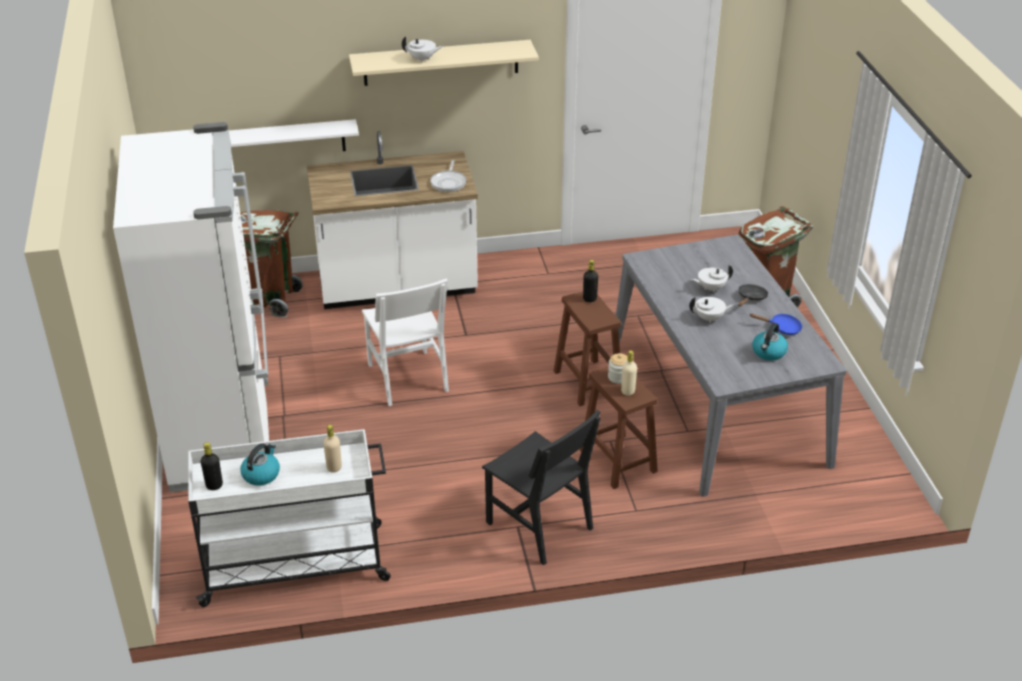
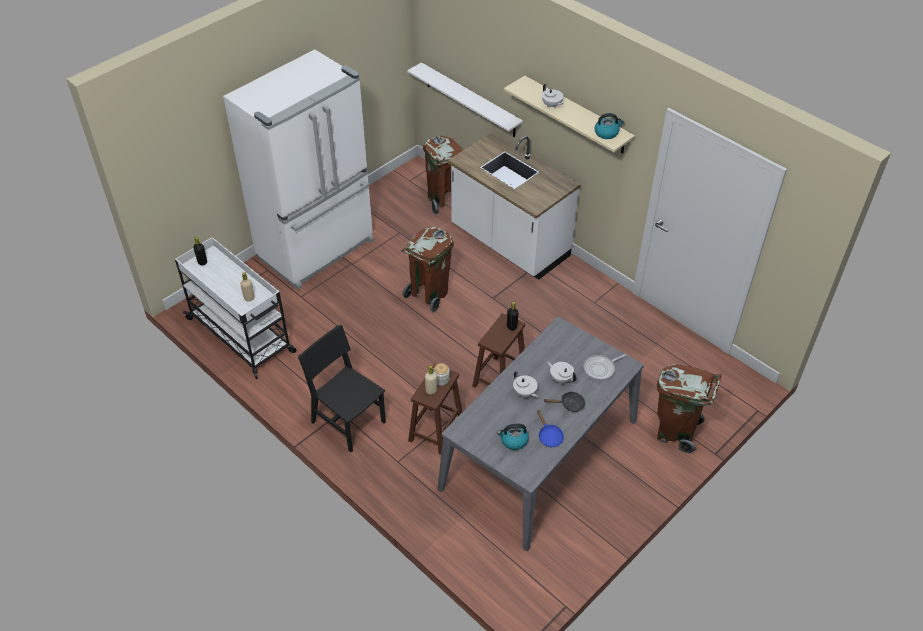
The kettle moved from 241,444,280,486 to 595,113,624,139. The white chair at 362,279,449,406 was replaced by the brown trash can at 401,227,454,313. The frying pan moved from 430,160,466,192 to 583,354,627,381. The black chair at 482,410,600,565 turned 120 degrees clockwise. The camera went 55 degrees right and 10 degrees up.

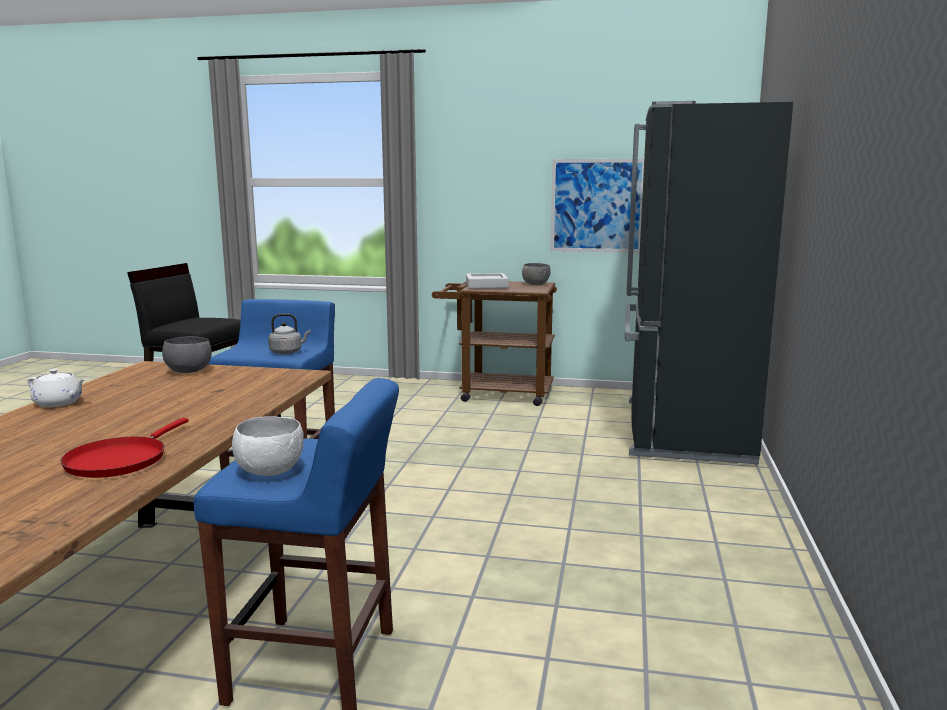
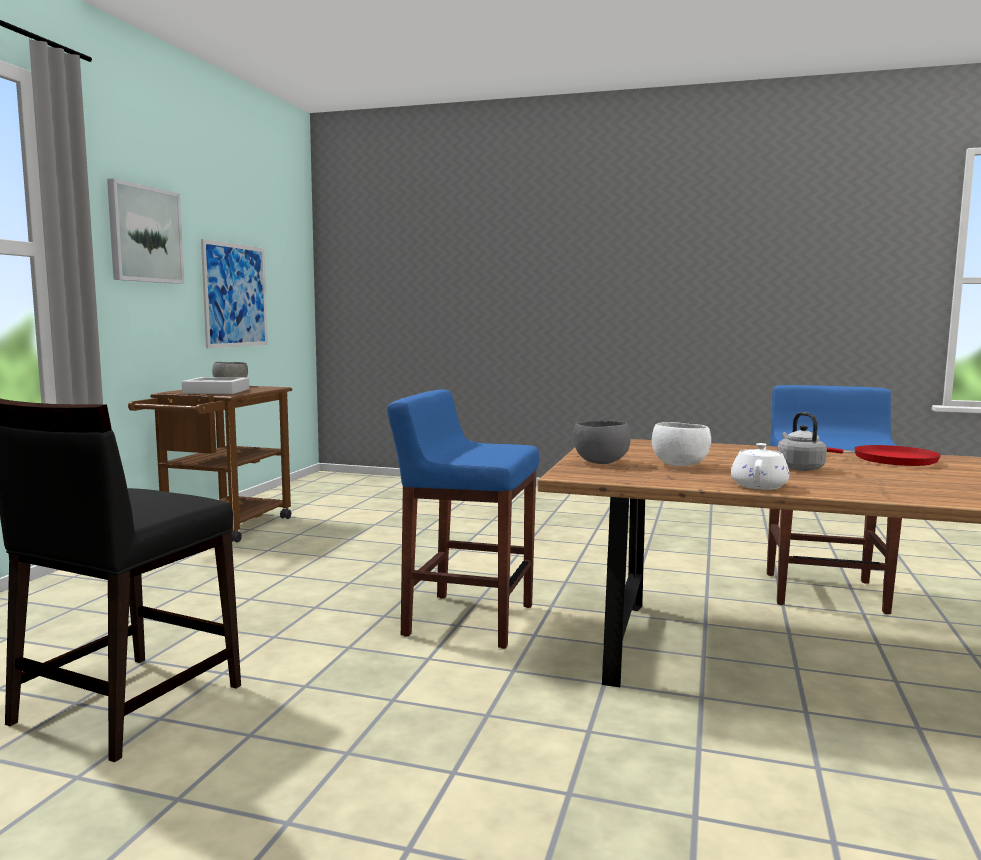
The white bowl moved from 232,416,304,476 to 652,422,711,466. The grey kettle moved from 268,314,311,354 to 777,412,827,471. The black fridge at 625,101,793,464 disappeared. The picture at 107,178,184,284 appeared. The camera went 85 degrees left and 5 degrees down.

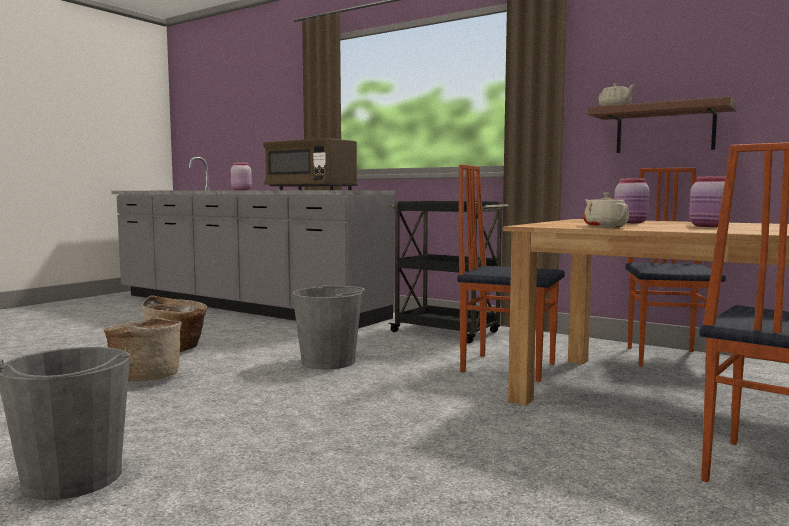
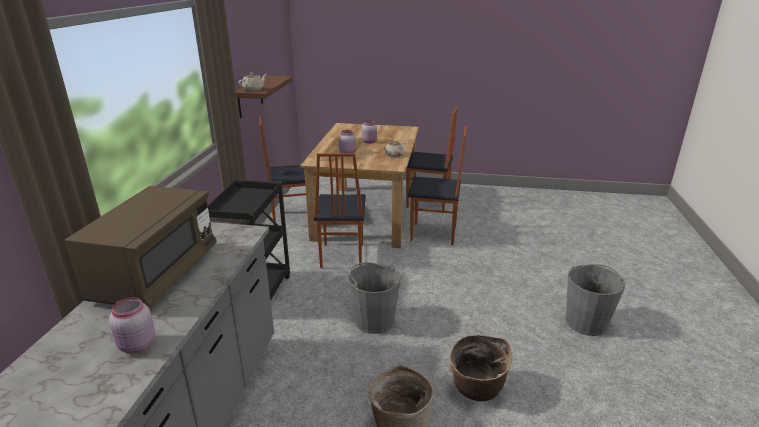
The chair at 407,126,467,245 appeared. The camera went 115 degrees left and 20 degrees up.

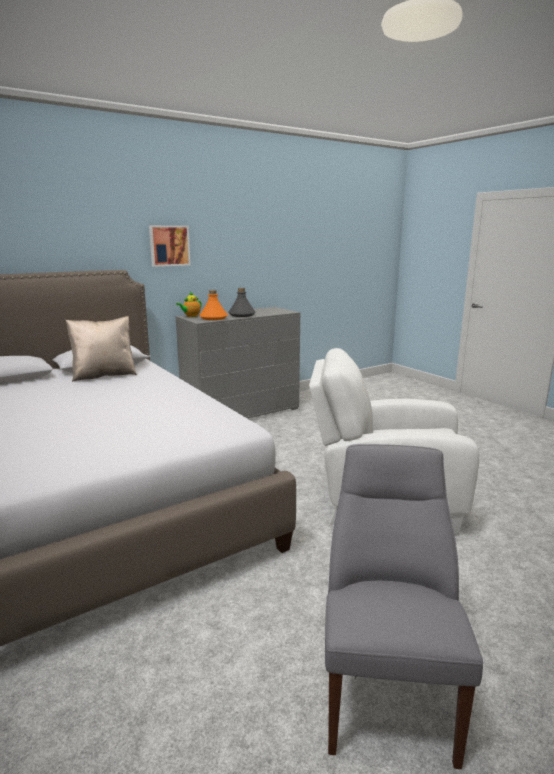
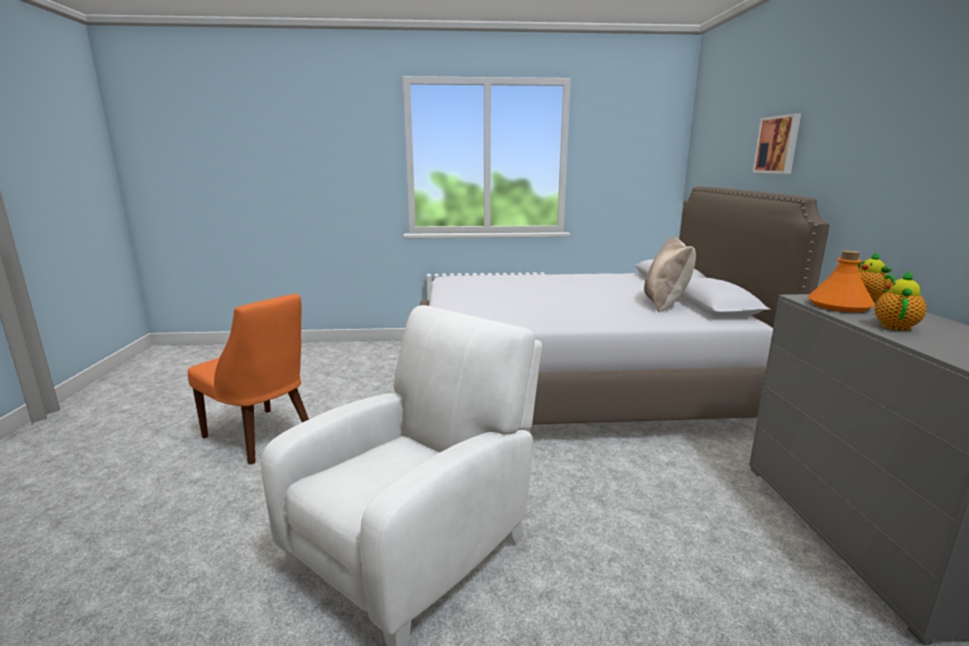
The picture moved from 149,225,191,267 to 753,114,801,174. The grey bottle at 228,288,256,317 was replaced by the teapot at 875,270,926,331. The grey chair at 325,444,483,769 became the orange chair at 187,294,309,465. The camera went 120 degrees right and 0 degrees up.

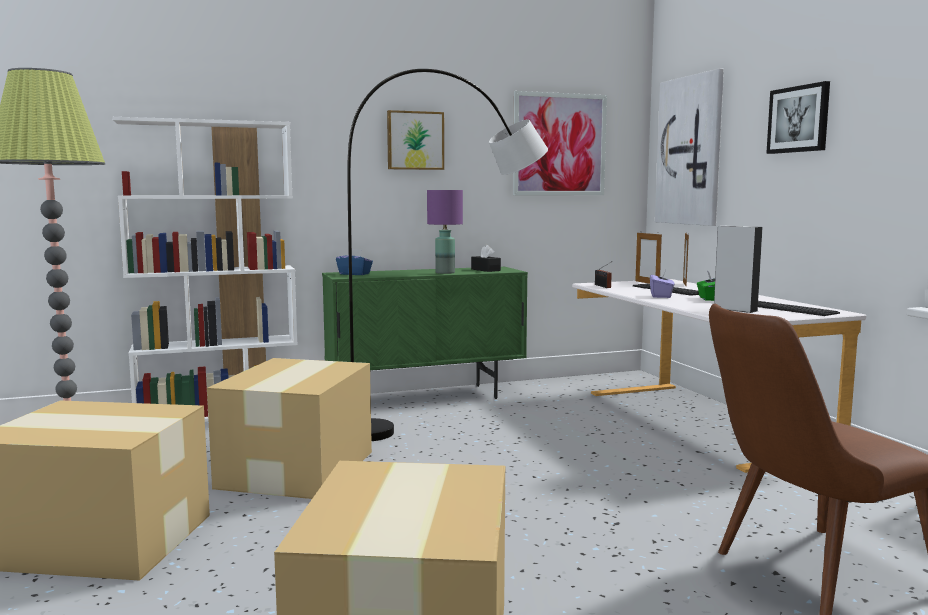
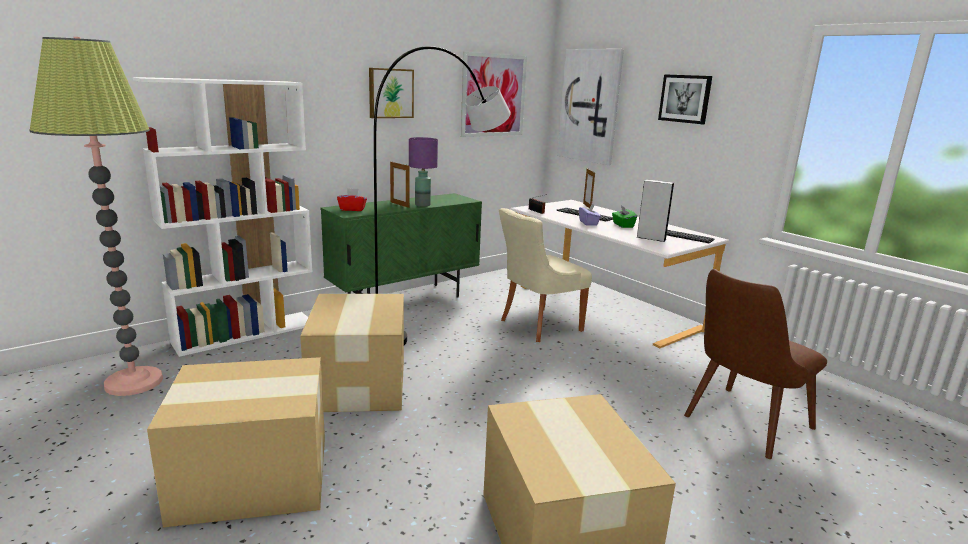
The blue tissue box at 336,249,373,275 became the red tissue box at 337,188,367,211. The black tissue box at 471,245,501,272 disappeared. The picture frame moved from 635,231,662,284 to 390,162,410,208. The beige chair at 499,208,592,342 appeared. The camera went 20 degrees left and 10 degrees up.

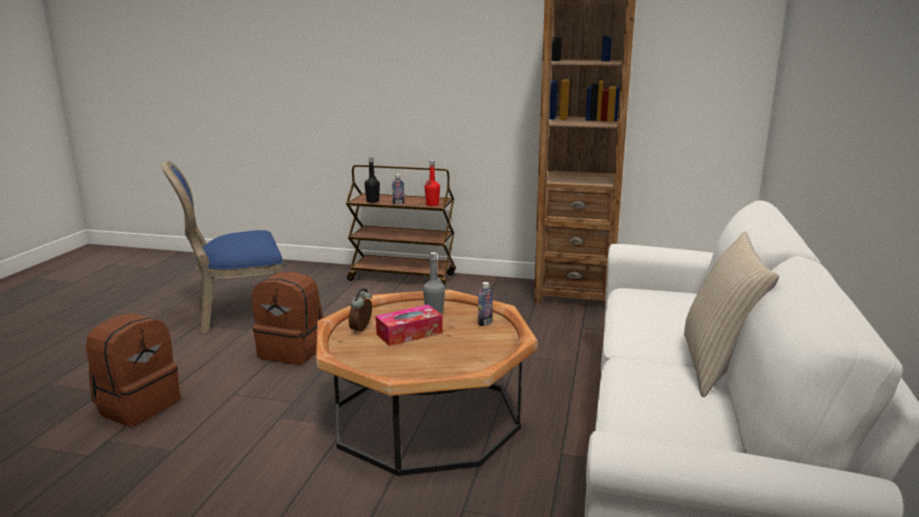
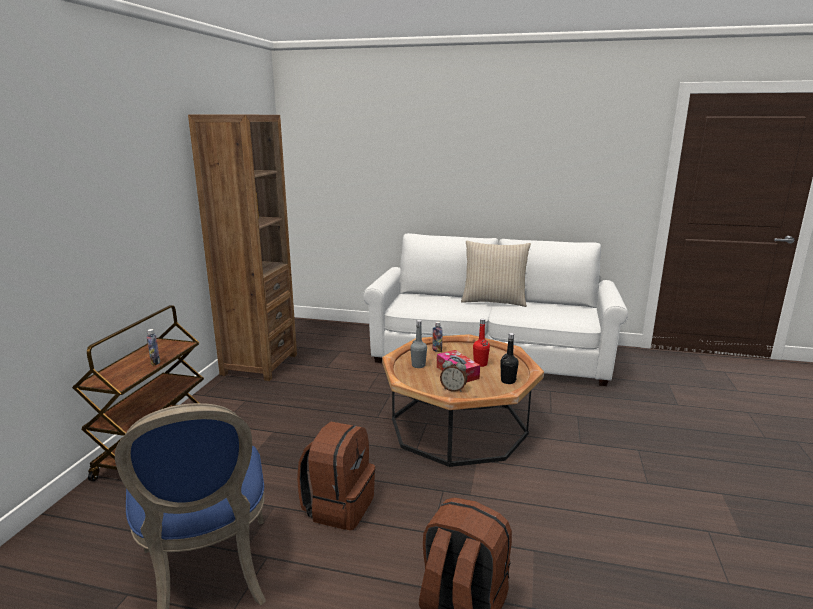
The black bottle moved from 364,158,380,203 to 500,333,519,384. The red bottle moved from 425,160,440,206 to 473,319,490,367. The camera went 90 degrees left and 0 degrees up.

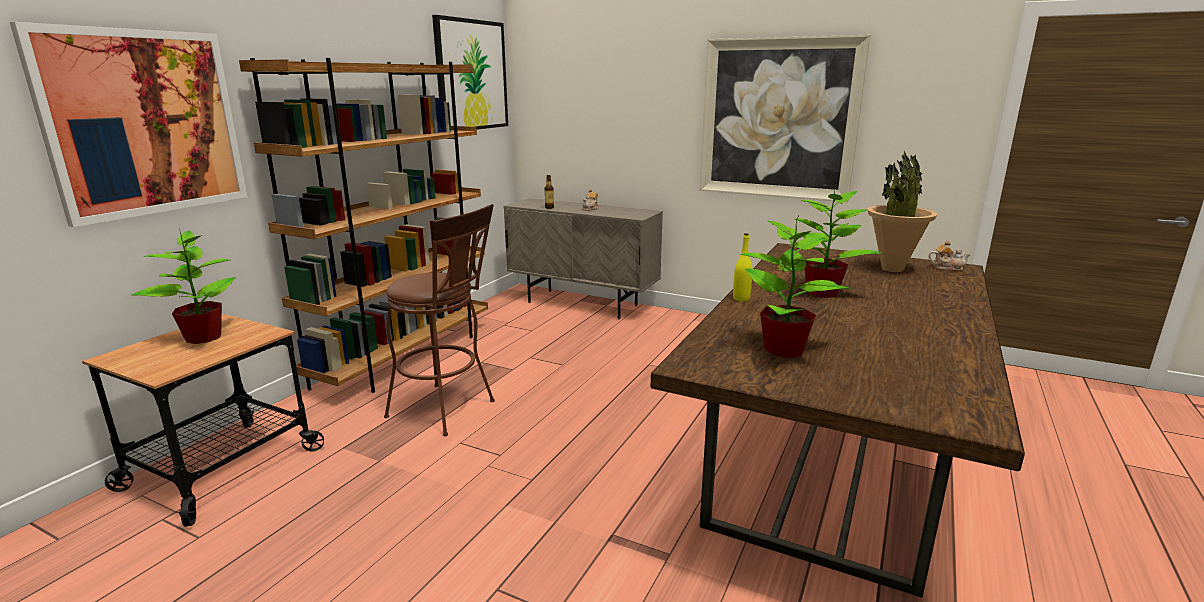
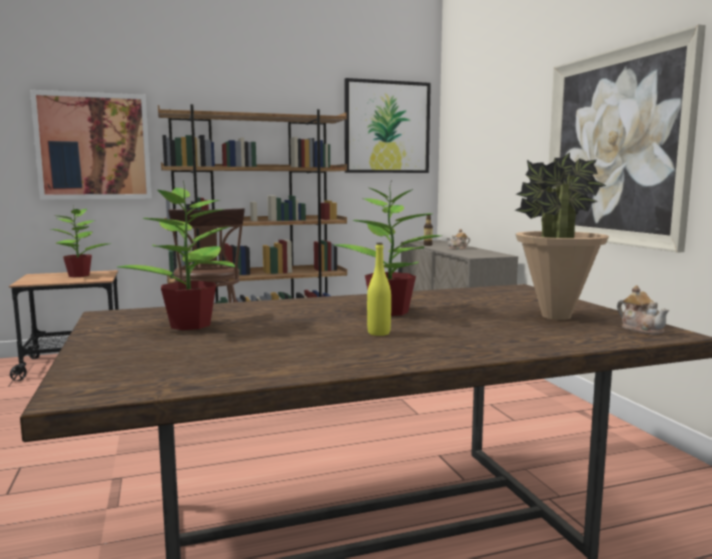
The yellow bottle moved from 733,233,752,301 to 367,243,391,336. The camera went 45 degrees right and 10 degrees down.

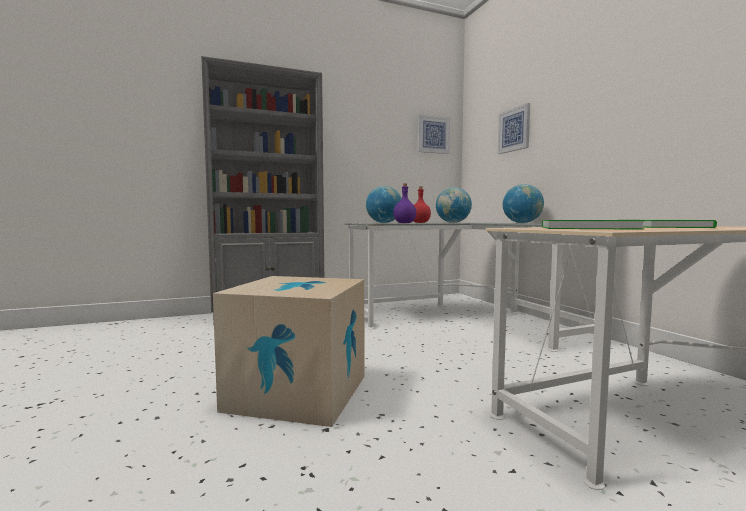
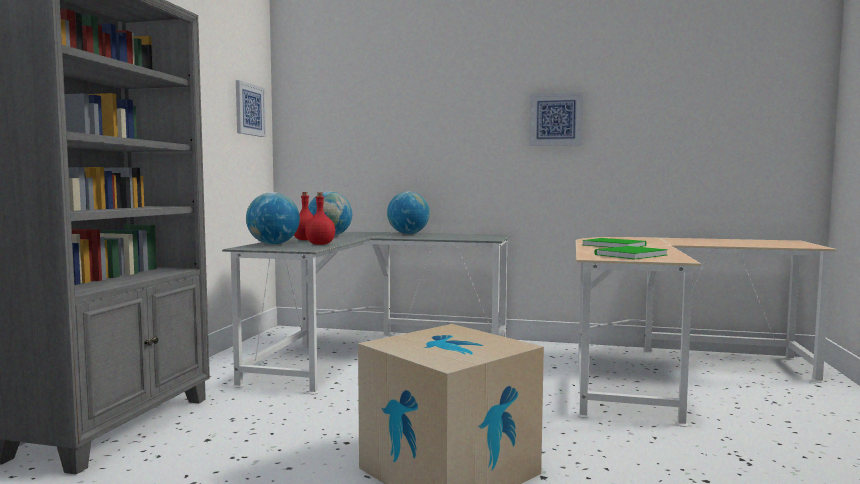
The purple bottle at 393,183,416,223 became the red bottle at 305,192,335,245. The picture moved from 498,103,530,154 to 529,92,583,146. The camera went 55 degrees left and 0 degrees up.

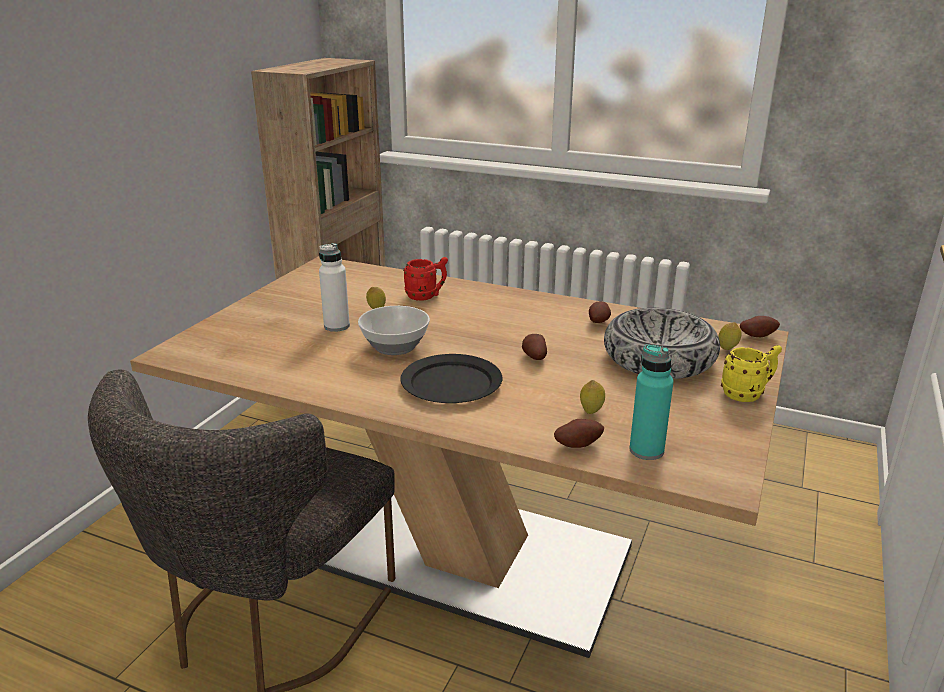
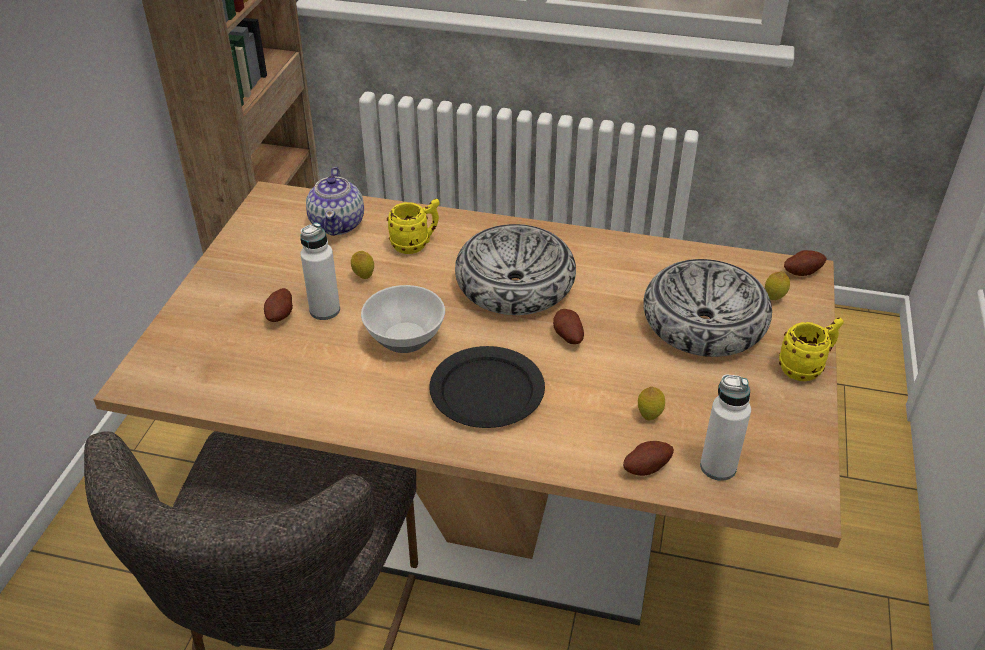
The red mug at 403,257,448,301 became the yellow mug at 387,199,440,254. The potato moved from 589,301,611,323 to 264,288,293,322. The turquoise bottle at 629,344,673,460 became the white bottle at 700,375,751,481. The teapot at 306,167,364,236 appeared. The bowl at 455,224,576,315 appeared. The camera went 10 degrees left and 15 degrees up.

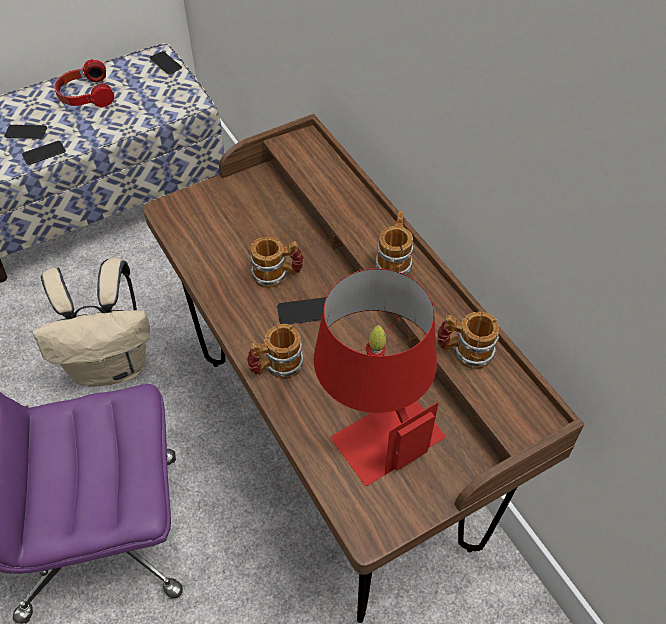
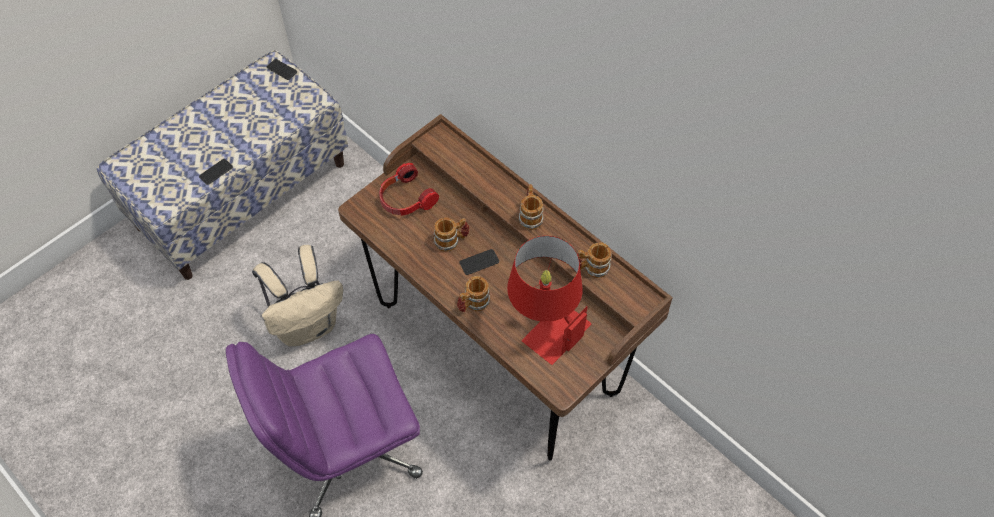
The phone at 5,125,47,139 disappeared. The headphones moved from 54,59,114,108 to 379,163,439,216. The camera went 15 degrees left and 5 degrees up.

